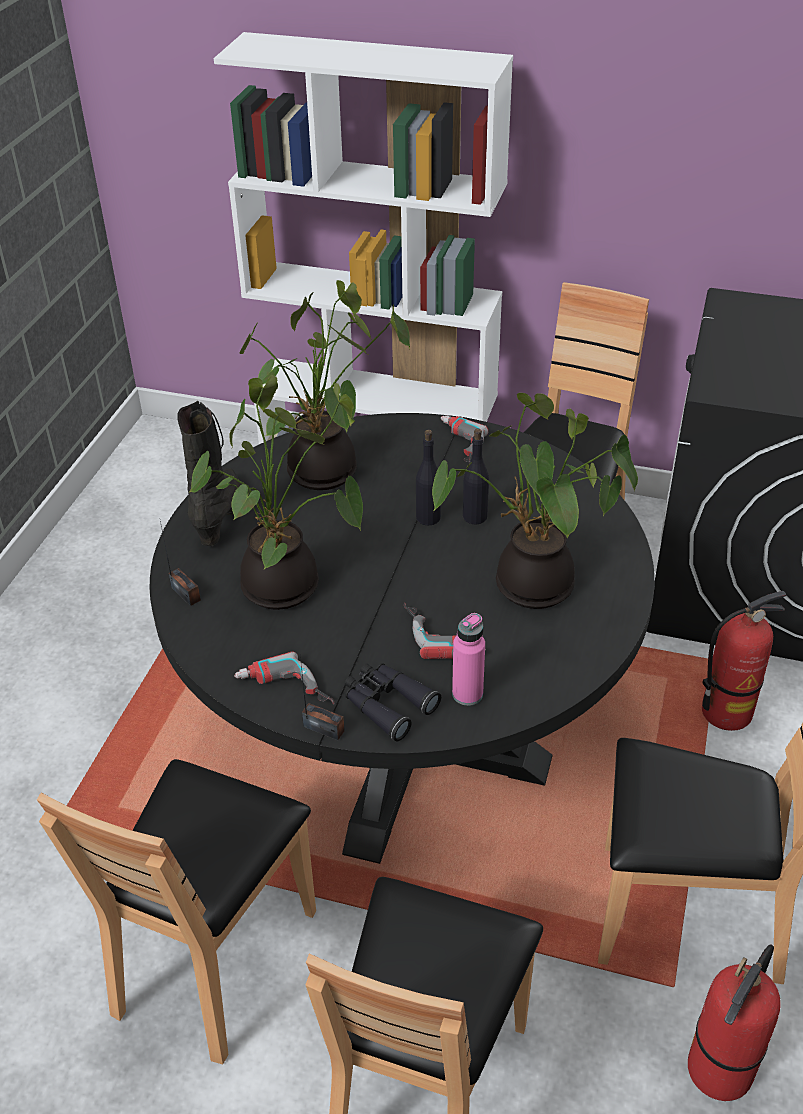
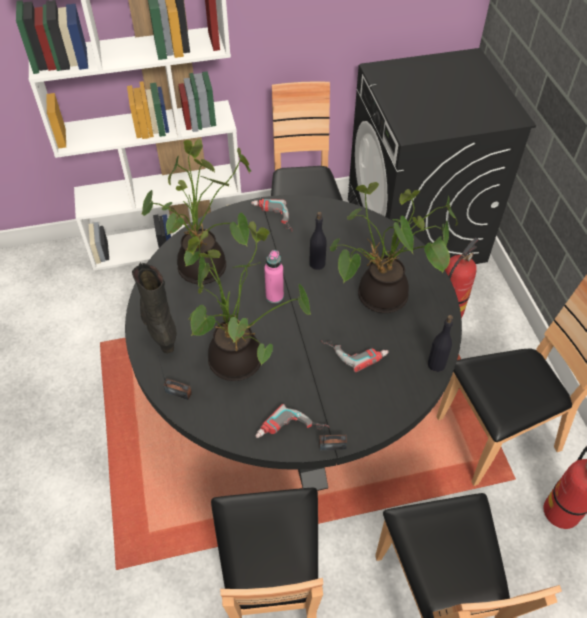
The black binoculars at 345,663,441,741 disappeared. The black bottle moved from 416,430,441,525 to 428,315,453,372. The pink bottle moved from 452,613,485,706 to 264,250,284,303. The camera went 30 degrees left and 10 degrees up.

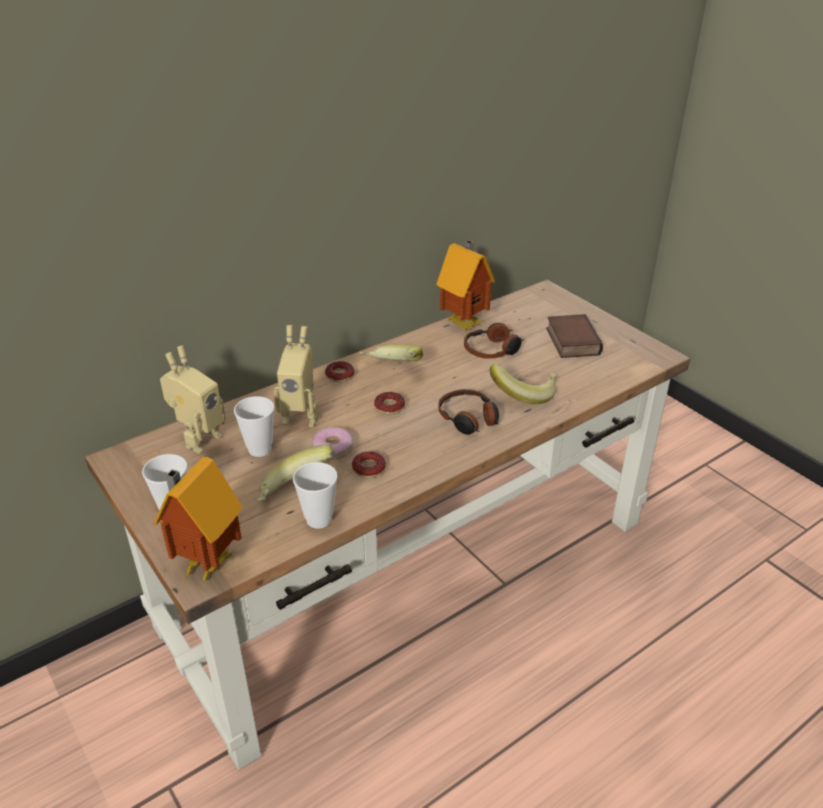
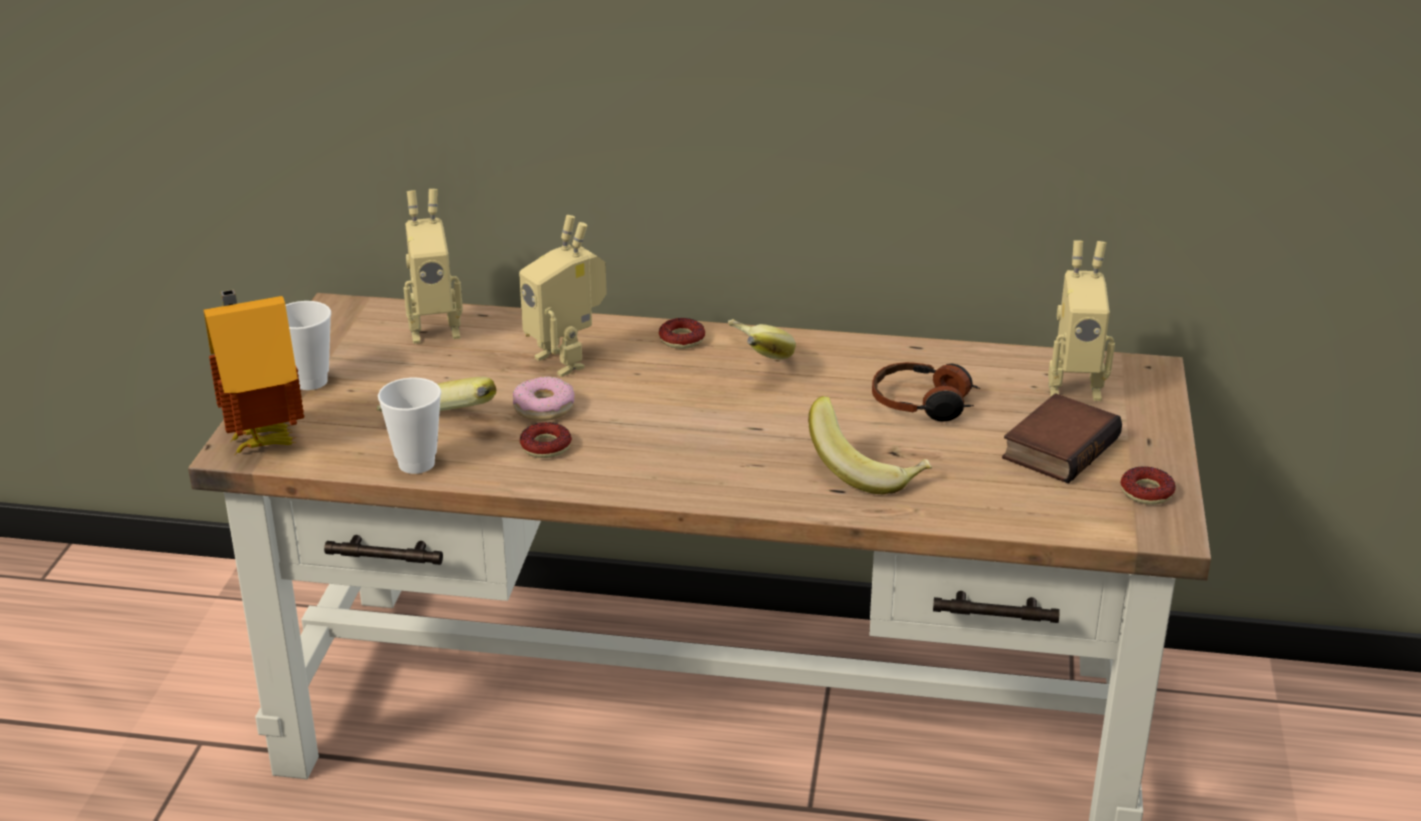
The cup at 234,396,274,457 disappeared. The donut moved from 374,392,405,415 to 1120,466,1176,505. The toy house at 437,240,495,331 disappeared. The headphones at 438,389,499,435 disappeared. The toy robot at 1048,240,1115,401 appeared. The camera went 45 degrees right and 5 degrees down.

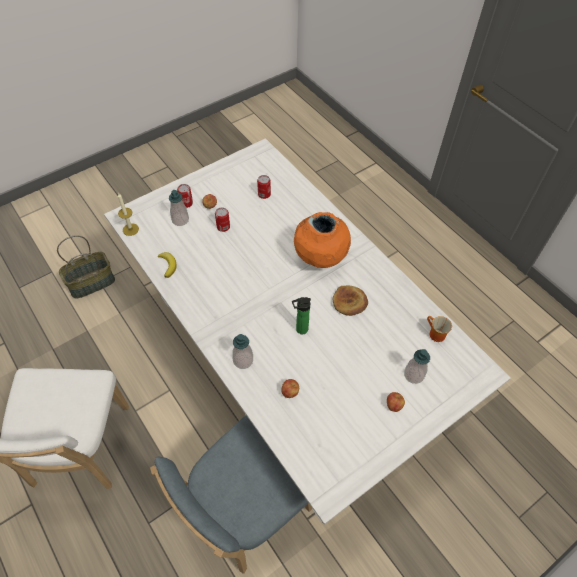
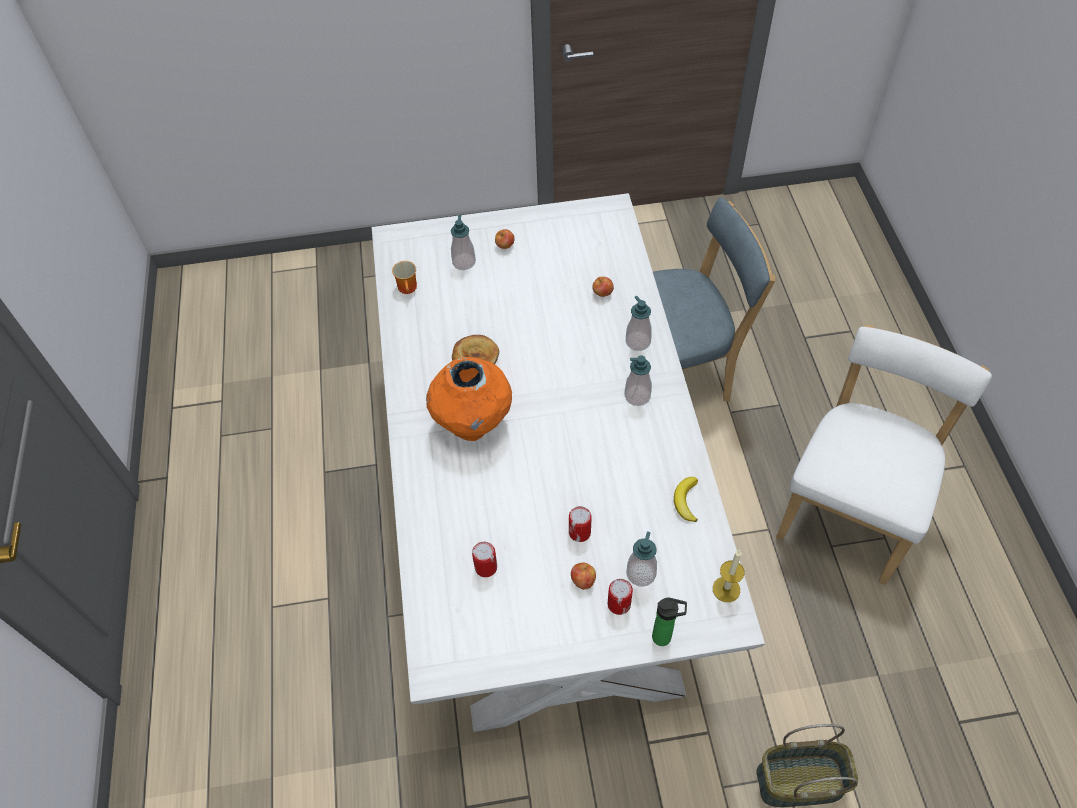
The bottle moved from 292,297,311,334 to 652,598,687,646. The soap dispenser at 624,356,652,406 appeared. The camera went 150 degrees left and 0 degrees up.

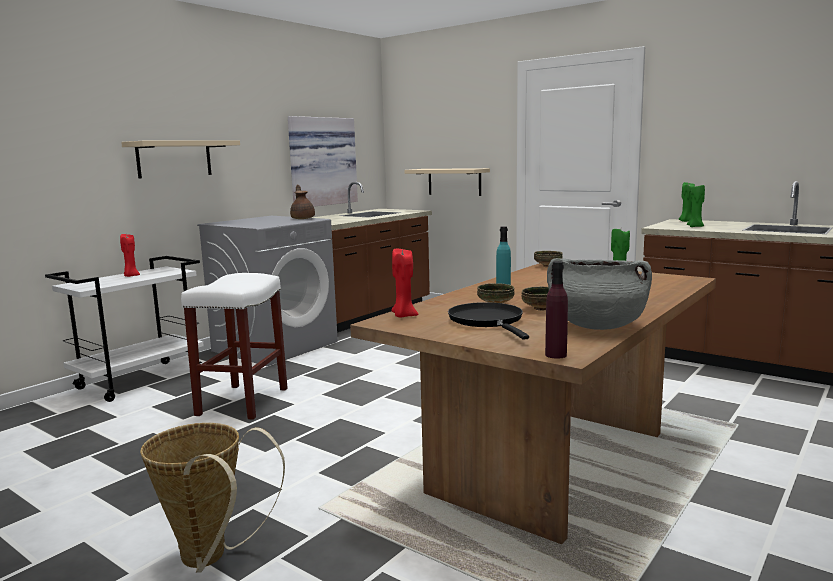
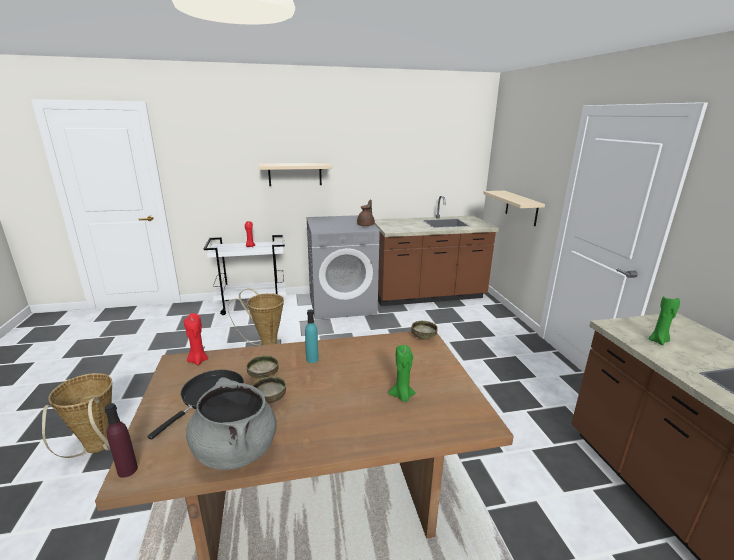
The white stool at 181,273,288,420 was replaced by the basket at 228,289,284,346. The picture at 288,116,358,207 disappeared. The green candle at 679,182,695,222 disappeared. The camera went 40 degrees right and 10 degrees up.

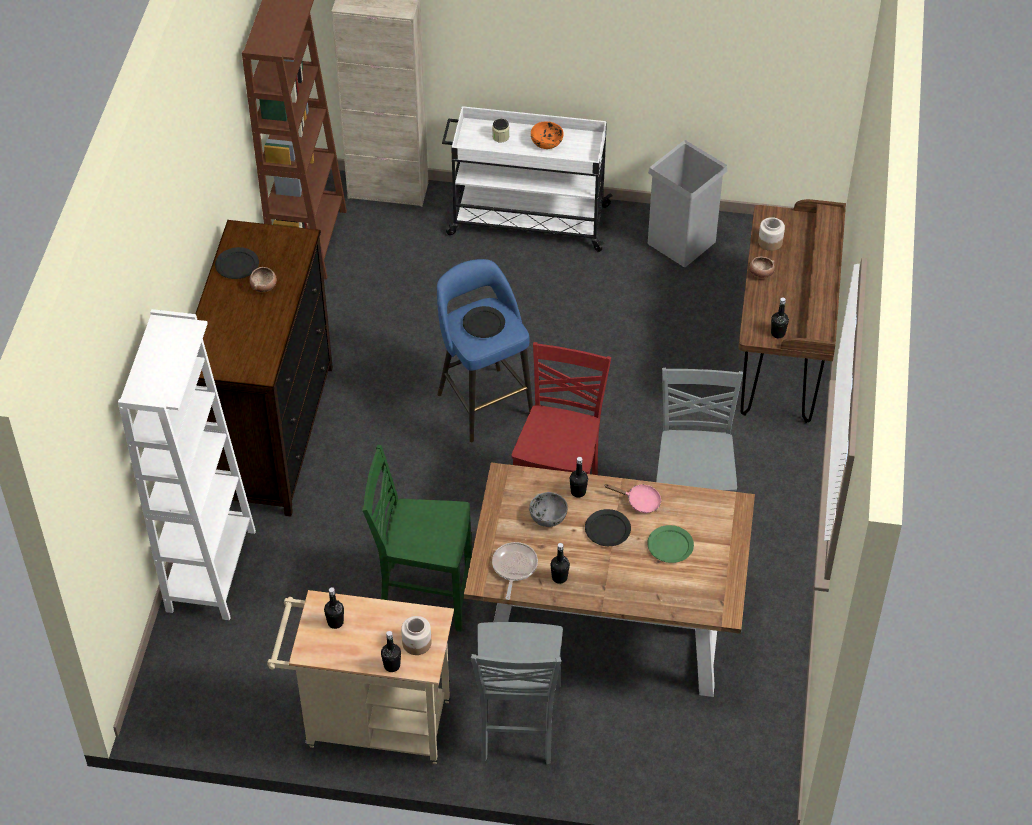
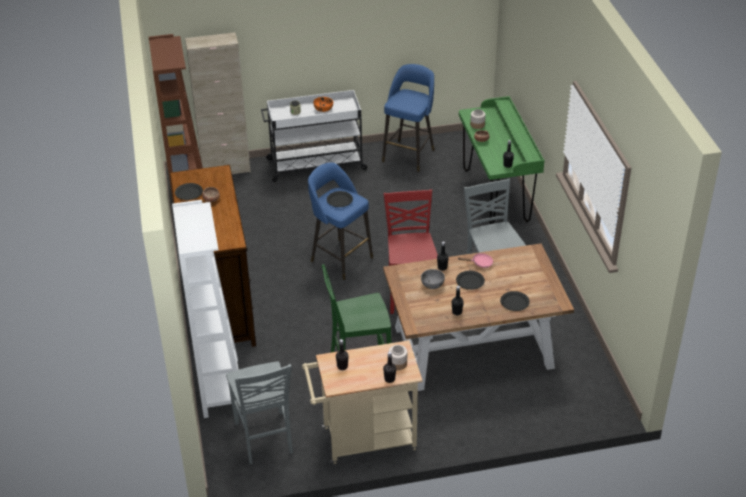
The grey chair moved from 471,622,563,764 to 226,361,293,464. The frying pan at 492,542,538,600 disappeared. The green plate at 647,525,694,563 disappeared. The grey trash can at 648,140,728,267 was replaced by the blue stool at 382,64,435,172. The brown desk at 738,199,846,423 became the green desk at 459,96,545,224. The black plate at 500,291,530,311 appeared. The camera went 20 degrees left and 10 degrees down.

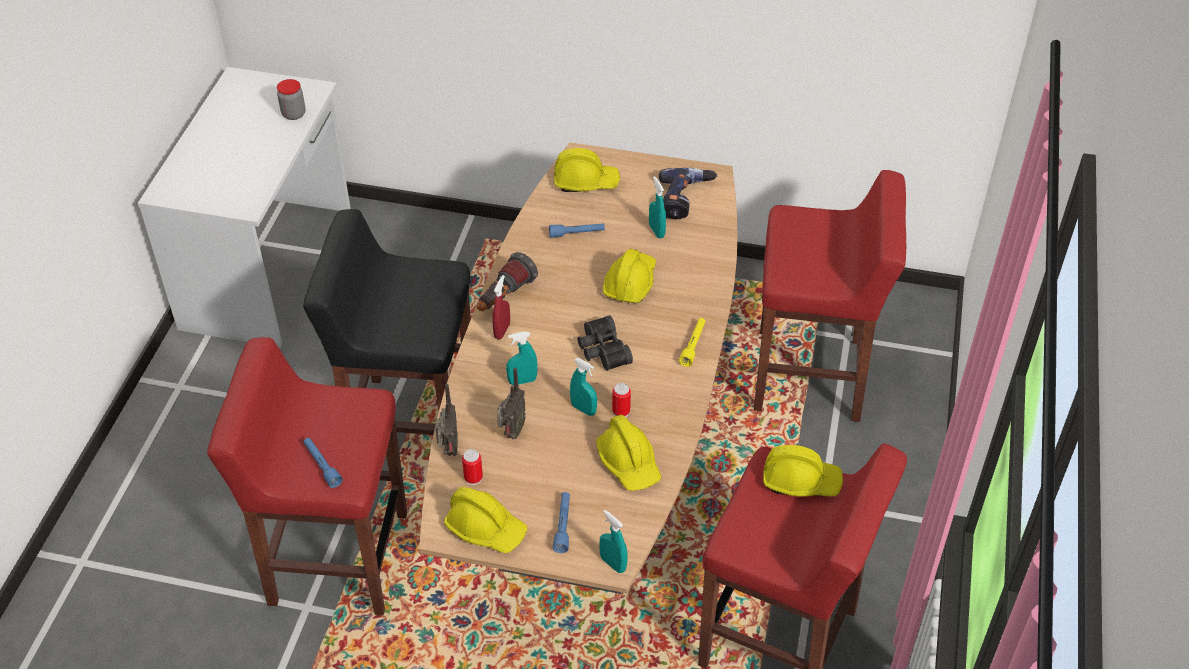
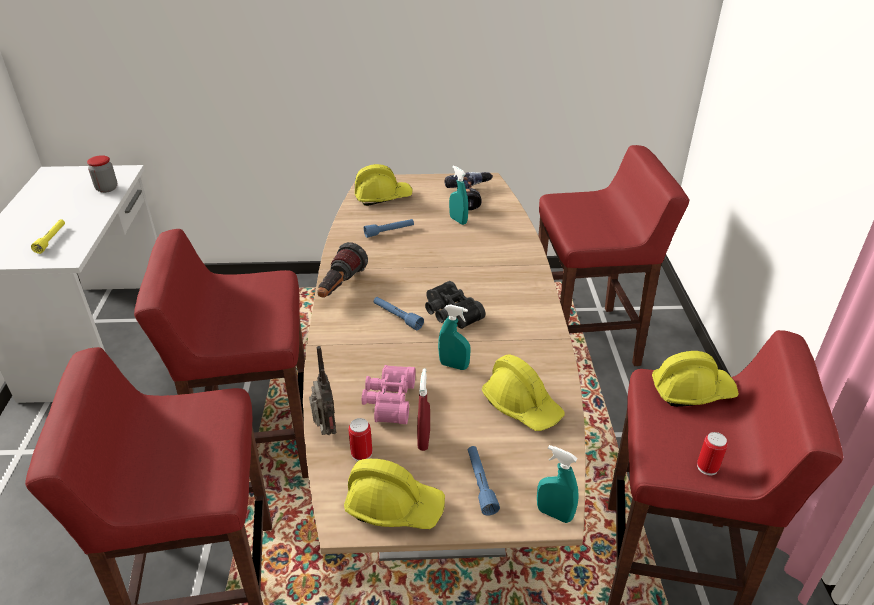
The black stool at 303,209,471,435 became the red stool at 134,229,309,478. The blue flashlight moved from 303,438,343,488 to 374,297,424,330. The red spray bottle moved from 492,275,510,339 to 417,368,430,451. The radio at 497,368,526,439 was replaced by the pink binoculars at 362,365,415,424. The turquoise spray bottle at 506,331,538,385 disappeared. The yellow hard hat at 603,249,656,303 disappeared. The can moved from 612,383,631,417 to 697,432,728,475. The yellow flashlight moved from 679,318,706,367 to 31,219,65,254. The camera went 15 degrees left and 10 degrees down.

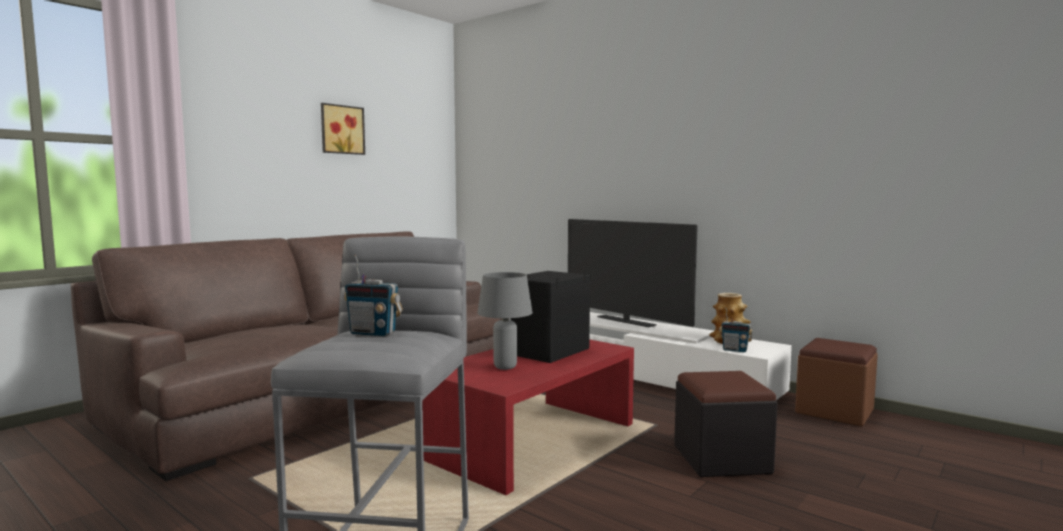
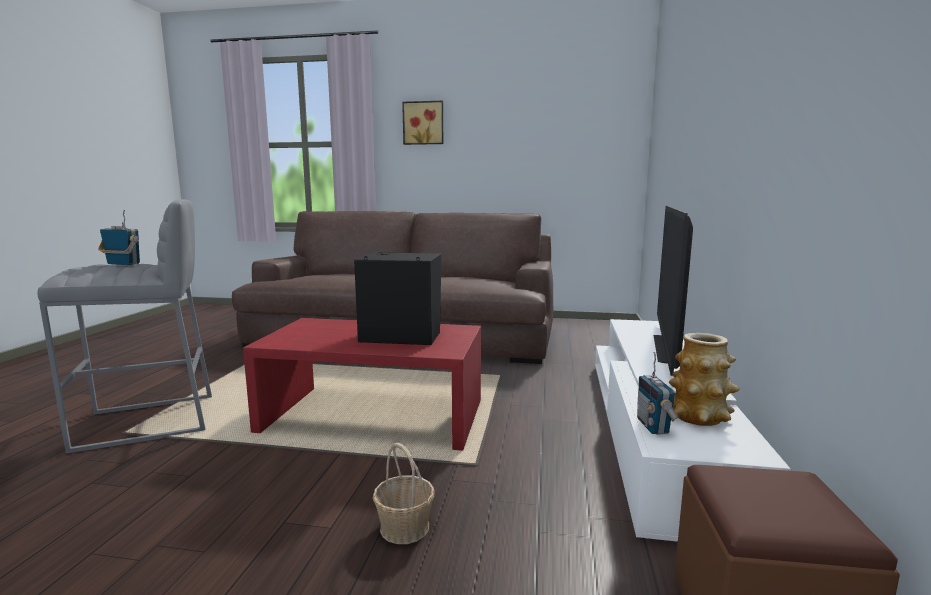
The picture moved from 321,103,365,155 to 402,101,443,145. The radio at 344,255,403,336 turned 120 degrees clockwise. The grey table lamp at 477,272,533,370 disappeared. The black ottoman at 674,371,778,477 was replaced by the basket at 373,443,435,544. The camera went 60 degrees right and 5 degrees up.

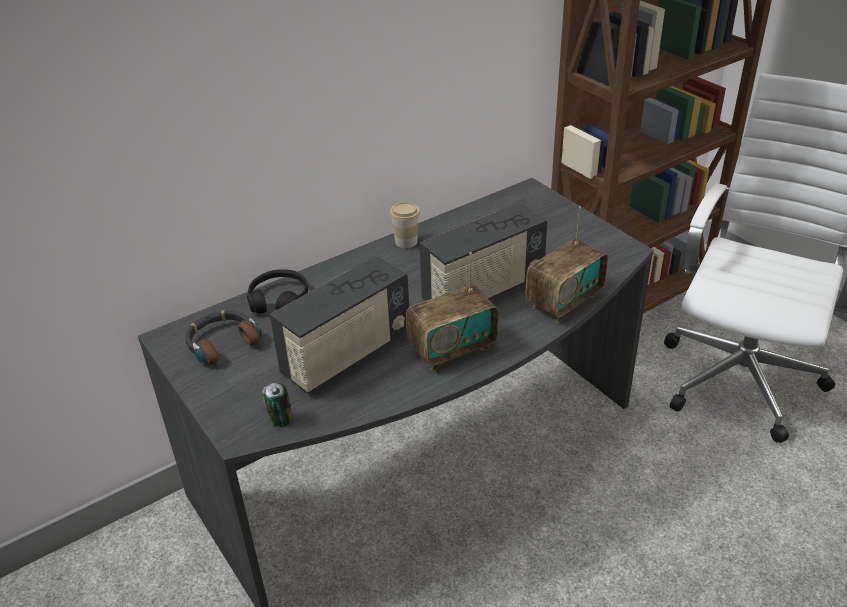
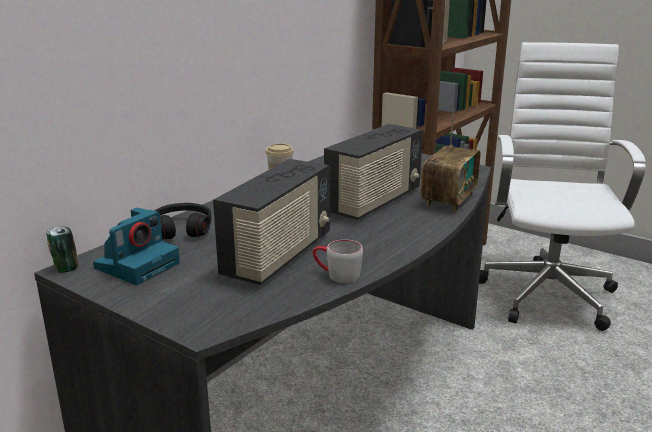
The headphones at 185,310,262,365 was replaced by the photo camera at 93,208,180,285. The can moved from 262,383,293,426 to 46,227,78,273. The radio at 406,252,498,371 disappeared. The grey mug at 313,240,363,283 appeared. The camera went 20 degrees left and 15 degrees down.

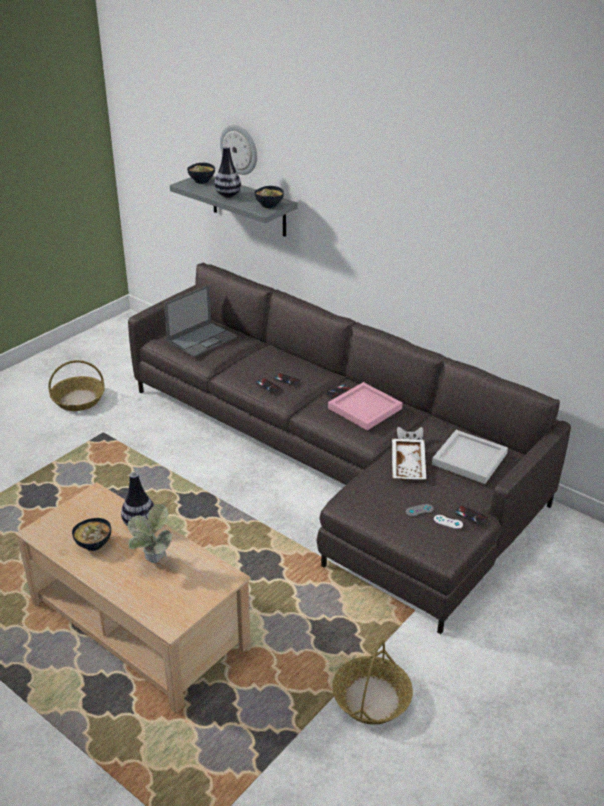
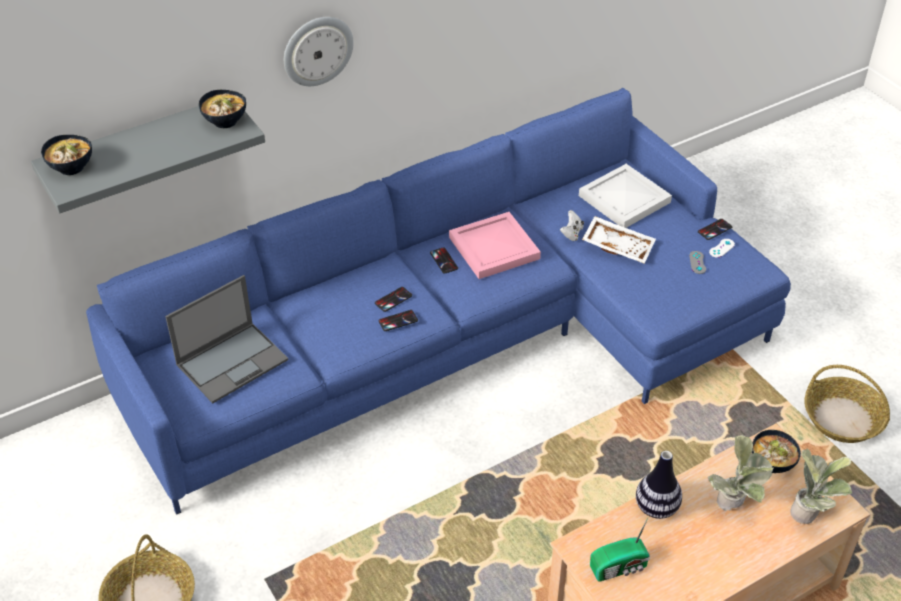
The bowl moved from 72,518,111,551 to 752,430,801,473. The grey sofa at 128,262,571,634 became the blue sofa at 86,88,791,515. The laptop at 164,285,237,357 turned 75 degrees clockwise. The vase at 214,146,241,198 disappeared. The wall clock moved from 220,125,257,175 to 284,17,354,86. The radio at 590,518,650,582 appeared. The potted plant at 790,448,852,524 appeared. The camera went 70 degrees left and 10 degrees up.

